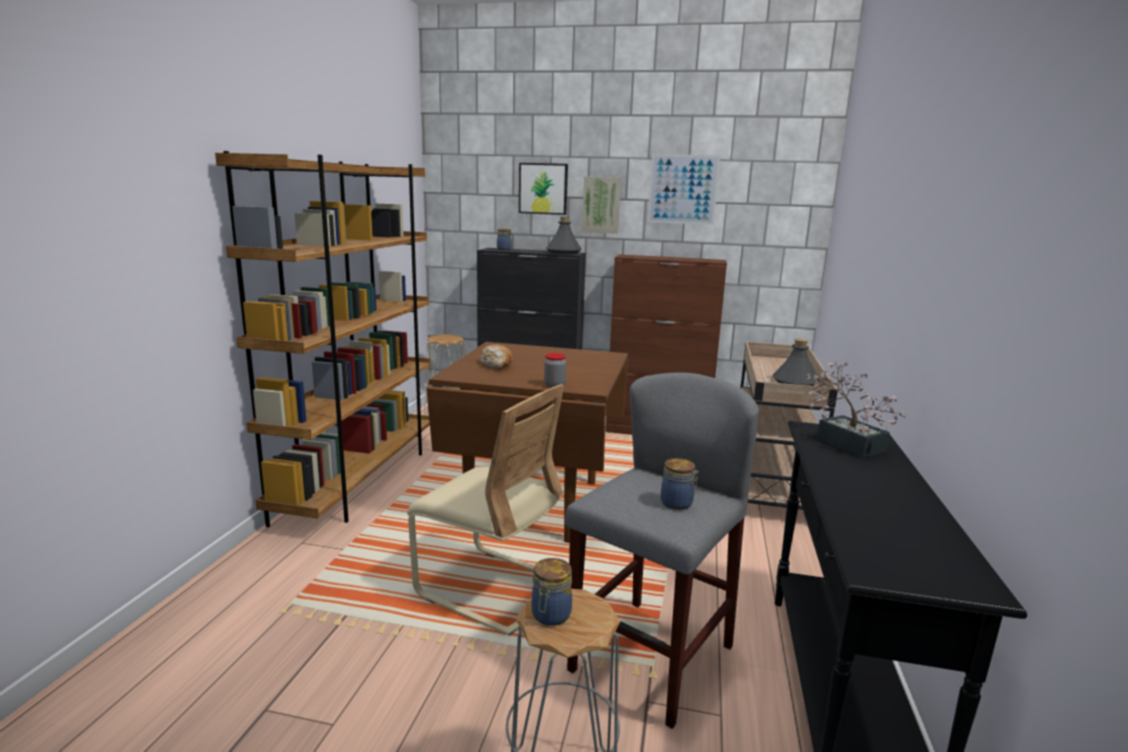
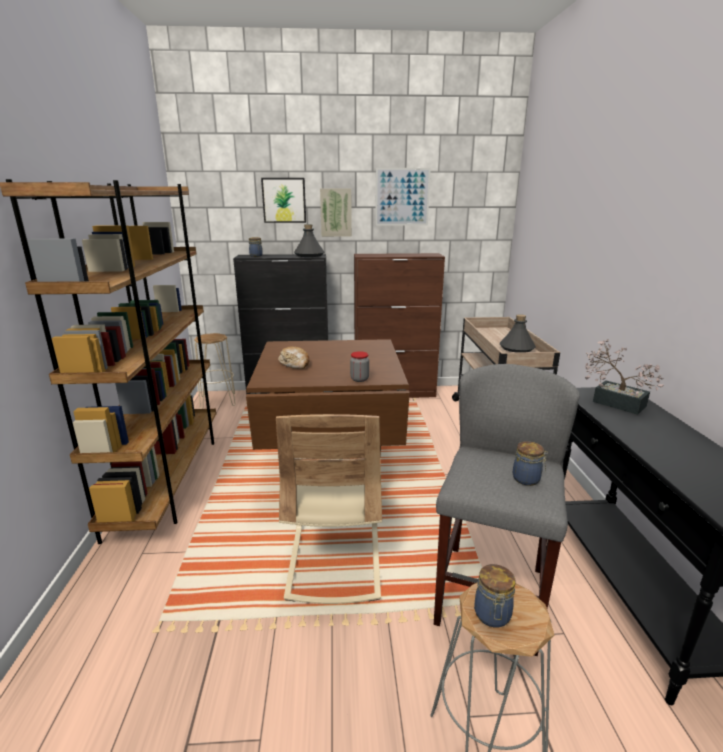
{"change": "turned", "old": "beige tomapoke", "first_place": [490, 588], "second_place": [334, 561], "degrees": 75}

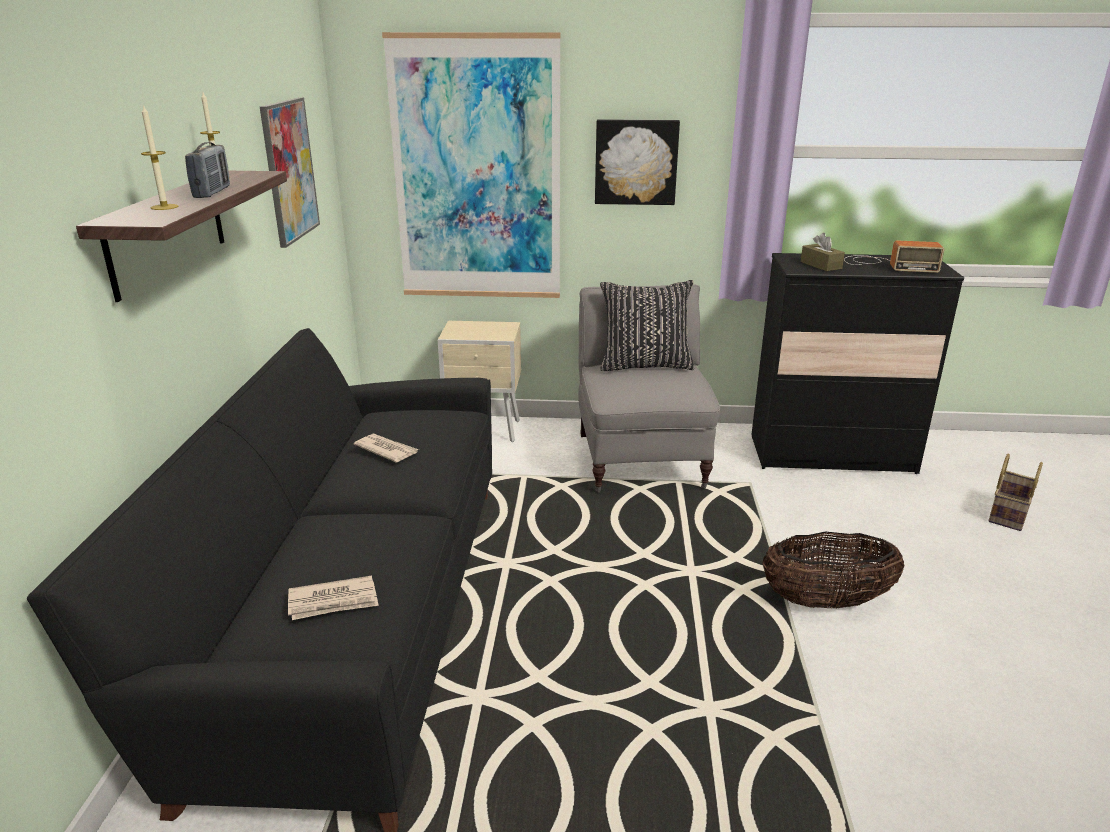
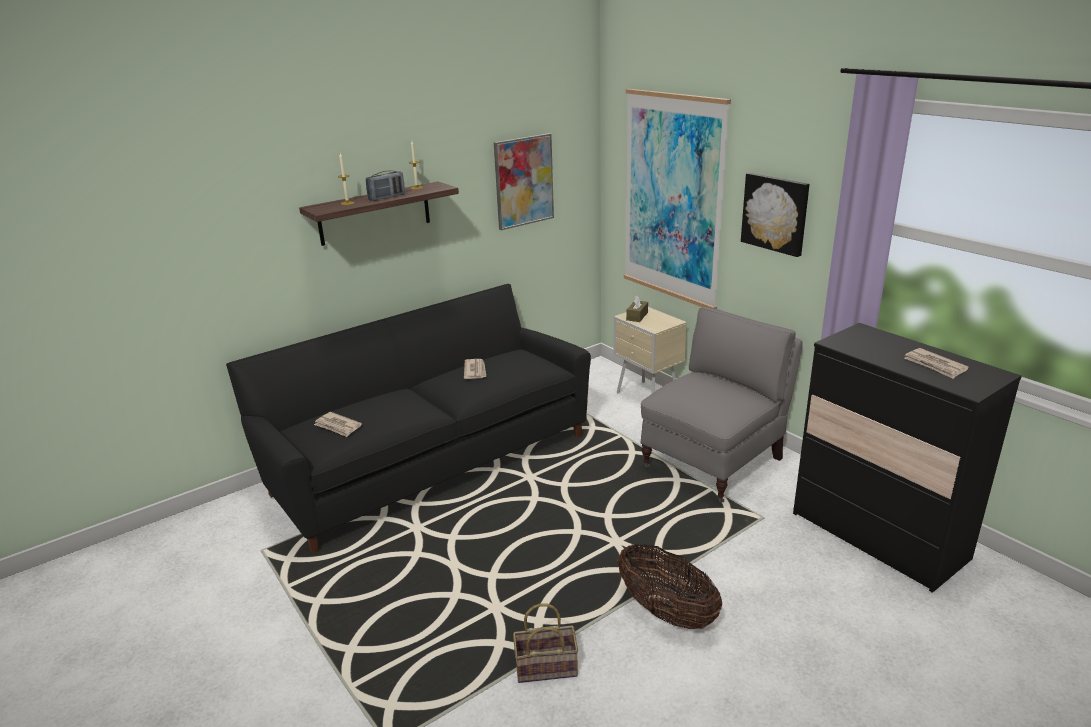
{"change": "removed", "old": "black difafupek", "first_place": [645, 365]}
{"change": "moved", "old": "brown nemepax", "first_place": [821, 265], "second_place": [637, 316]}
{"change": "moved", "old": "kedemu", "first_place": [1007, 513], "second_place": [547, 666]}
{"change": "replaced", "old": "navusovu", "new": "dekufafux", "first_place": [886, 264], "second_place": [935, 365]}

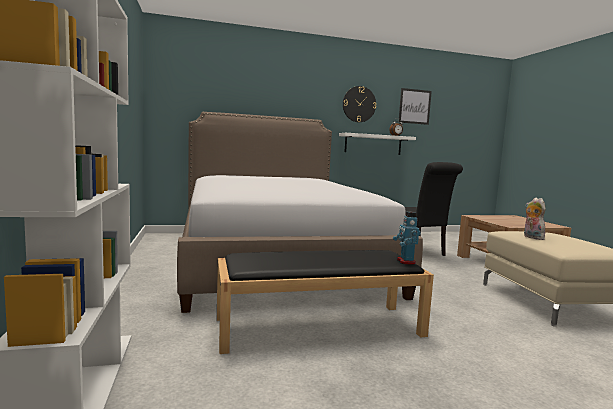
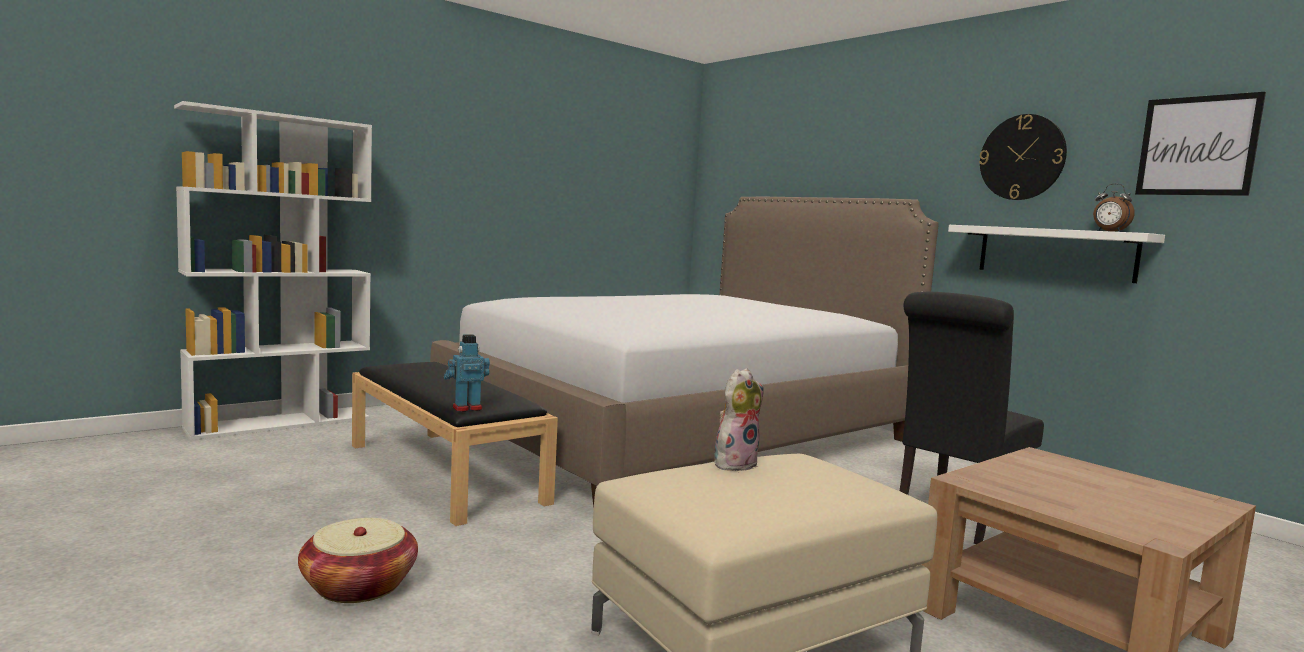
{"change": "added", "new": "kedemu", "second_place": [359, 586]}

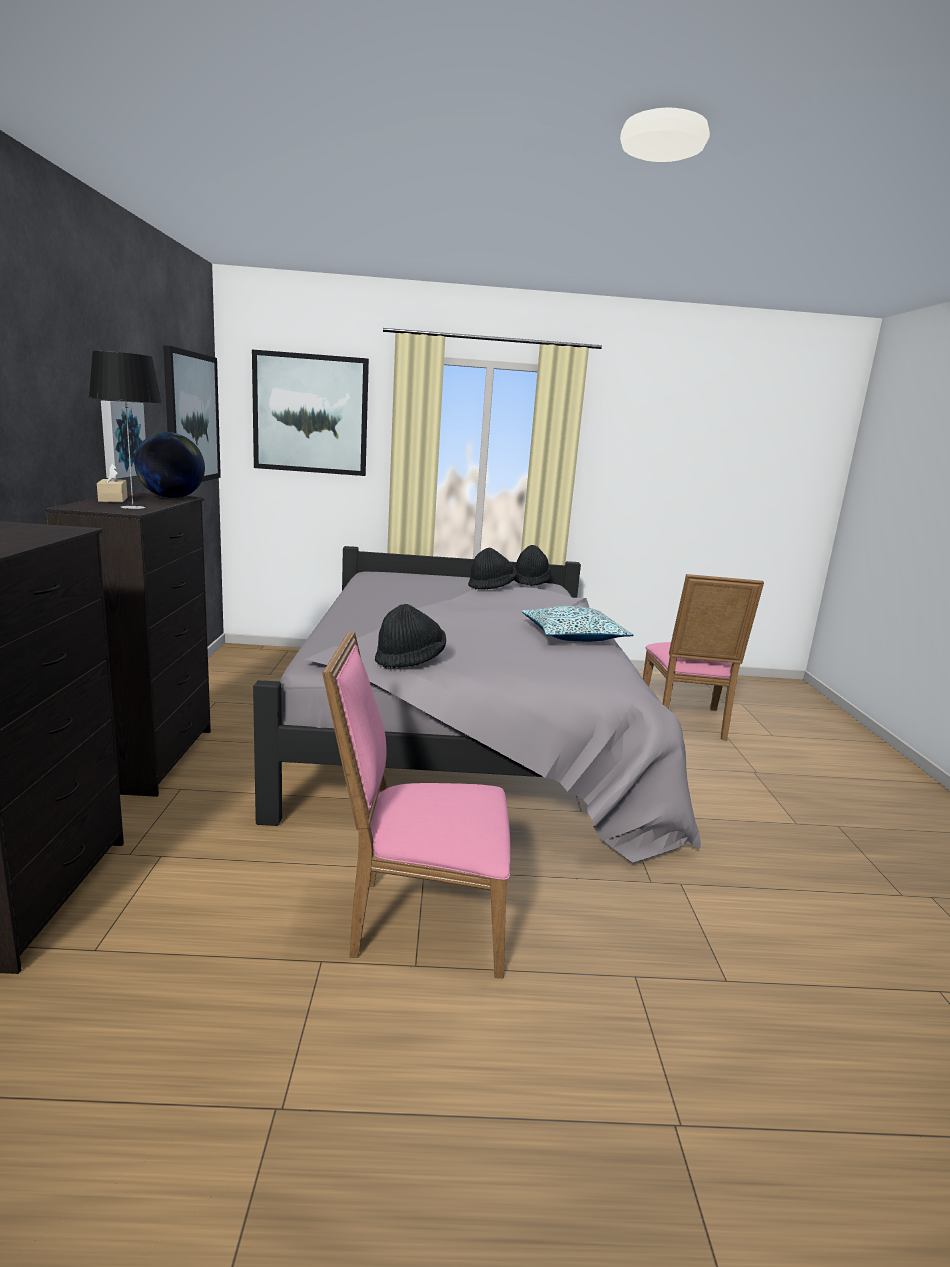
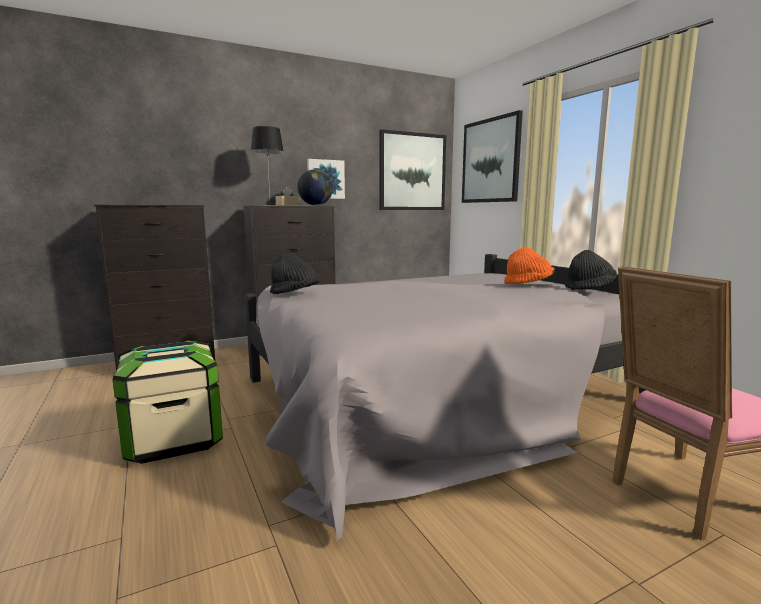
{"change": "removed", "old": "difafupek", "first_place": [573, 636]}
{"change": "replaced", "old": "pink tomapoke", "new": "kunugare", "first_place": [419, 920], "second_place": [174, 439]}
{"change": "recoloured", "old": "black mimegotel", "new": "orange mimegotel", "first_place": [491, 586], "second_place": [528, 284]}

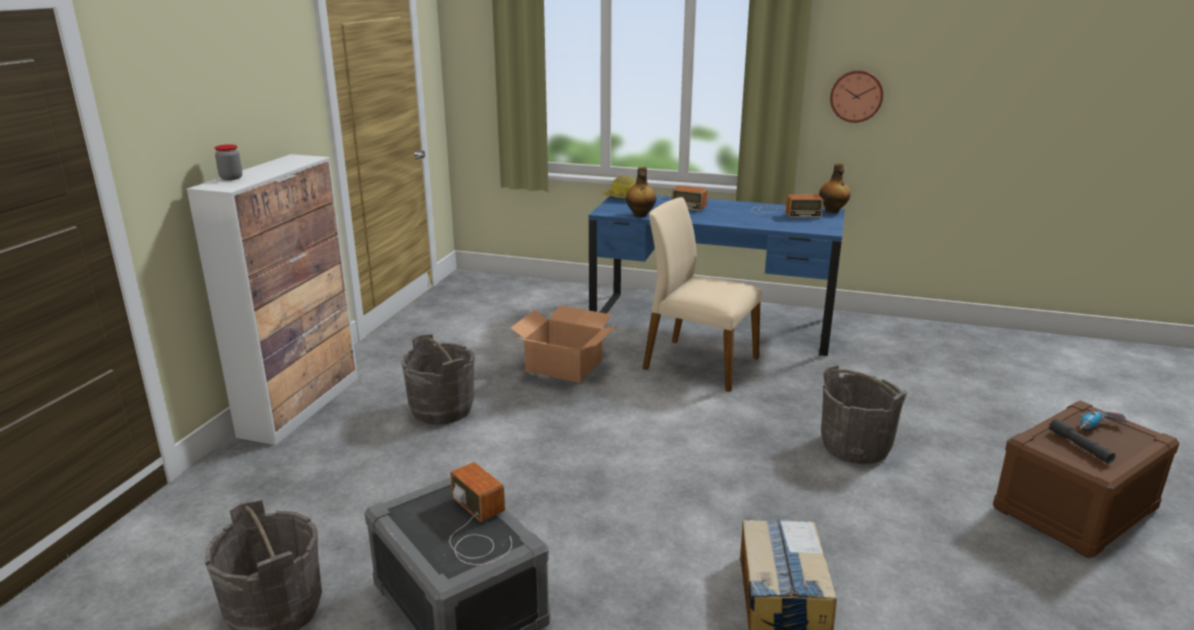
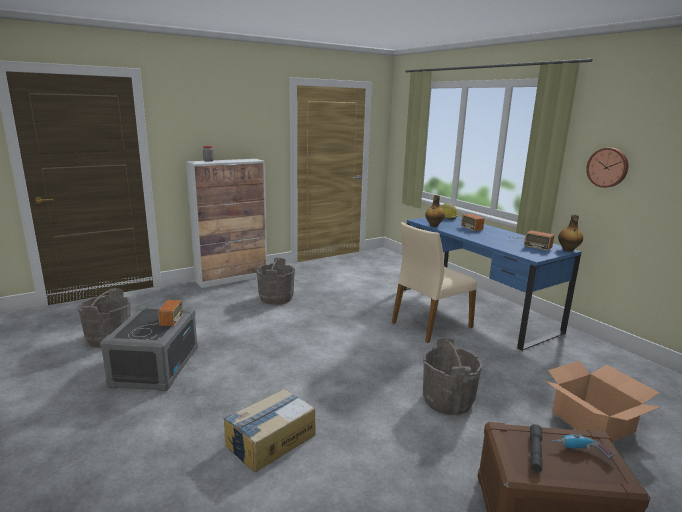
{"change": "moved", "old": "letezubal", "first_place": [564, 365], "second_place": [592, 421]}
{"change": "turned", "old": "beige tomapoke", "first_place": [699, 363], "second_place": [430, 324], "degrees": -105}

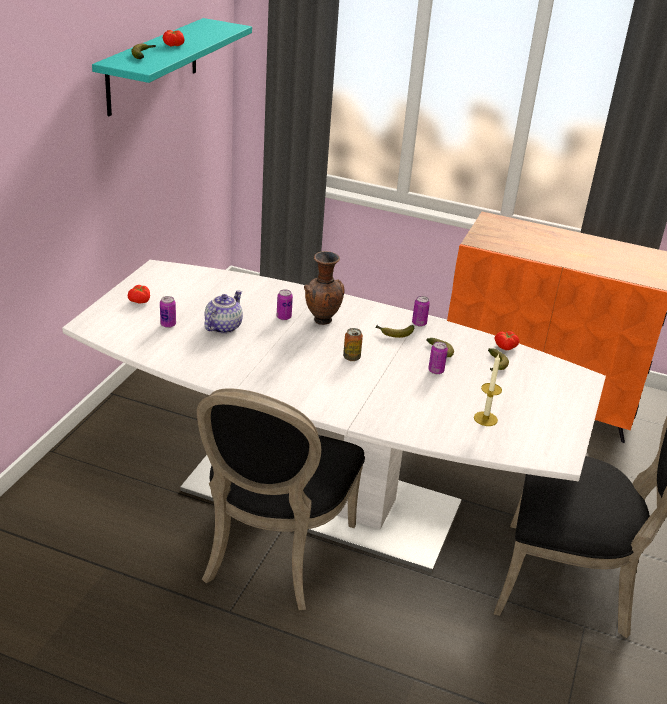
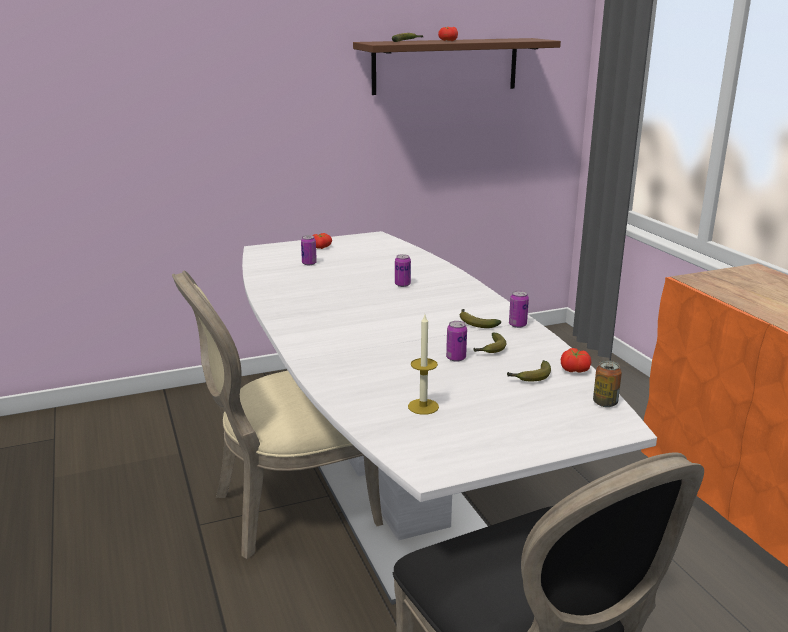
{"change": "removed", "old": "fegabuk", "first_place": [222, 326]}
{"change": "removed", "old": "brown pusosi", "first_place": [322, 321]}
{"change": "moved", "old": "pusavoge", "first_place": [351, 357], "second_place": [605, 403]}
{"change": "recoloured", "old": "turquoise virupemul", "new": "brown virupemul", "first_place": [153, 66], "second_place": [445, 66]}
{"change": "recoloured", "old": "black tomapoke", "new": "beige tomapoke", "first_place": [272, 556], "second_place": [287, 509]}

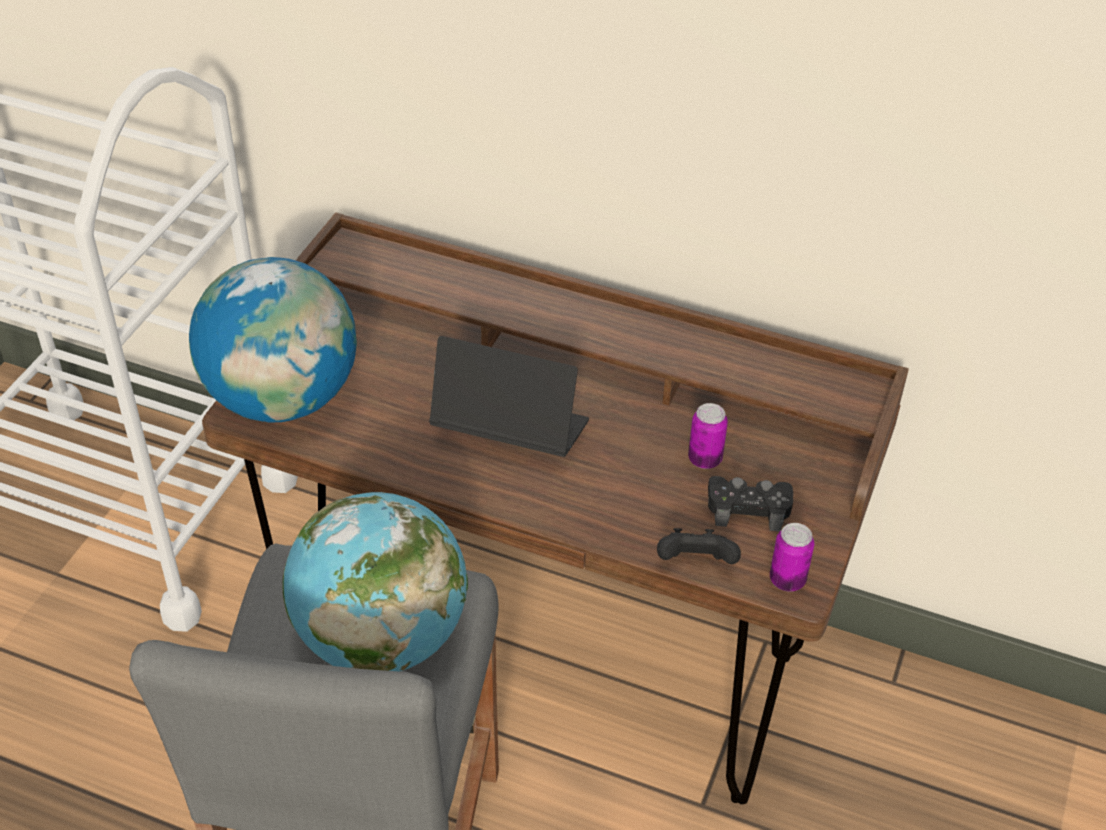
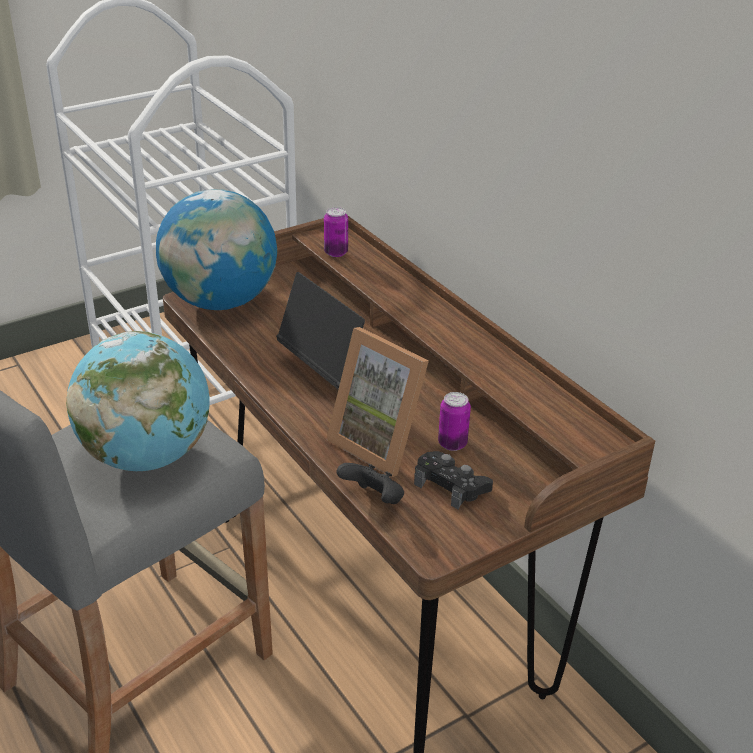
{"change": "added", "new": "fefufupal", "second_place": [381, 443]}
{"change": "moved", "old": "pusavoge", "first_place": [787, 580], "second_place": [336, 252]}

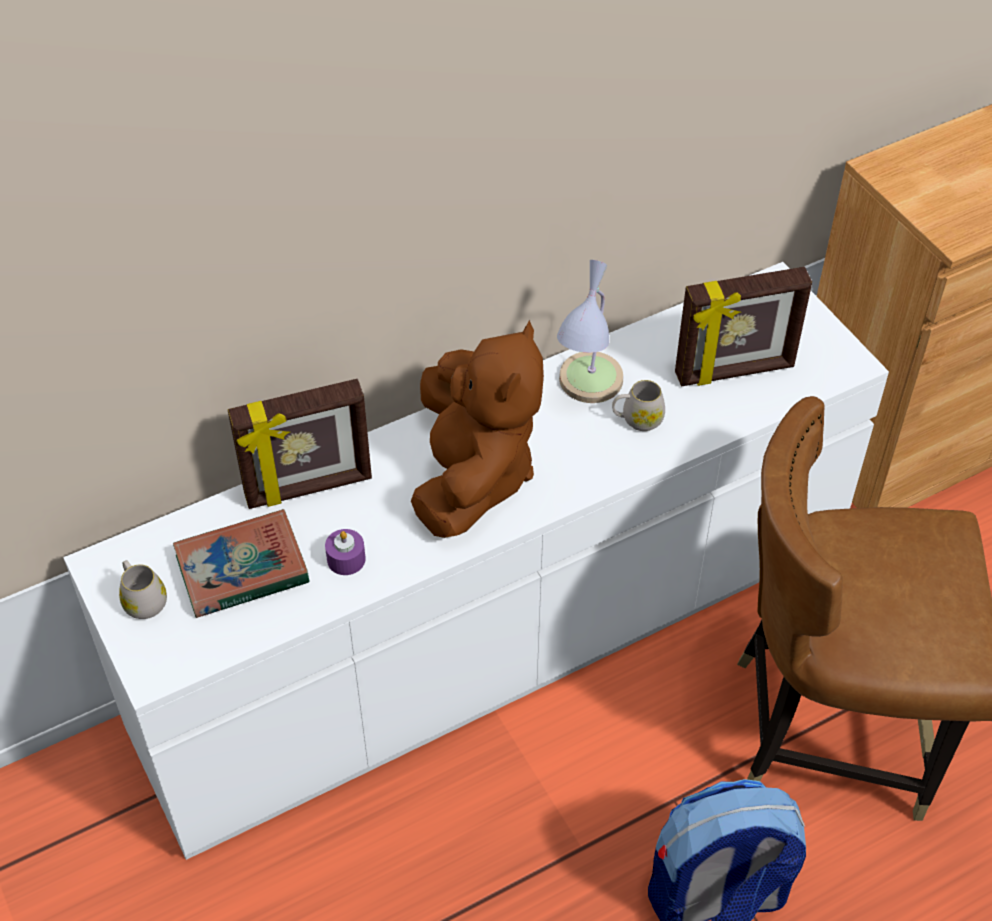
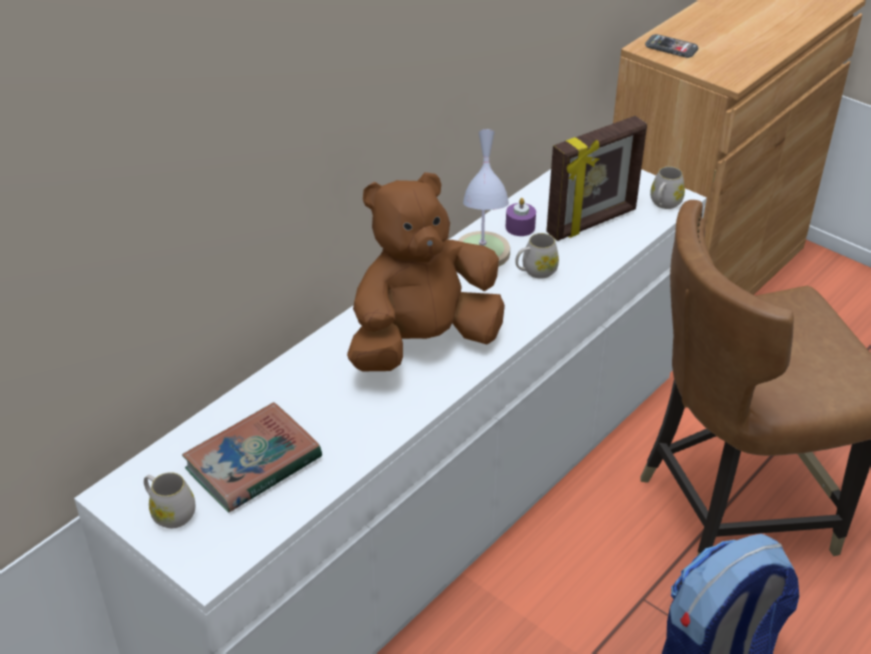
{"change": "removed", "old": "fefufupal", "first_place": [308, 488]}
{"change": "added", "new": "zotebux", "second_place": [671, 48]}
{"change": "added", "new": "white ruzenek", "second_place": [664, 204]}
{"change": "moved", "old": "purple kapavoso", "first_place": [346, 559], "second_place": [520, 227]}
{"change": "turned", "old": "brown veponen", "first_place": [472, 476], "second_place": [422, 342], "degrees": -105}

